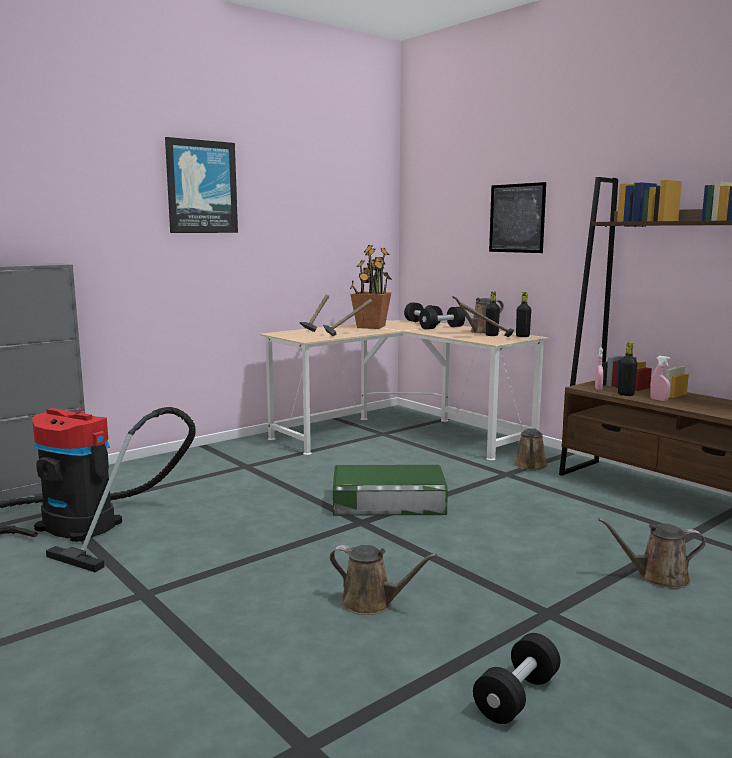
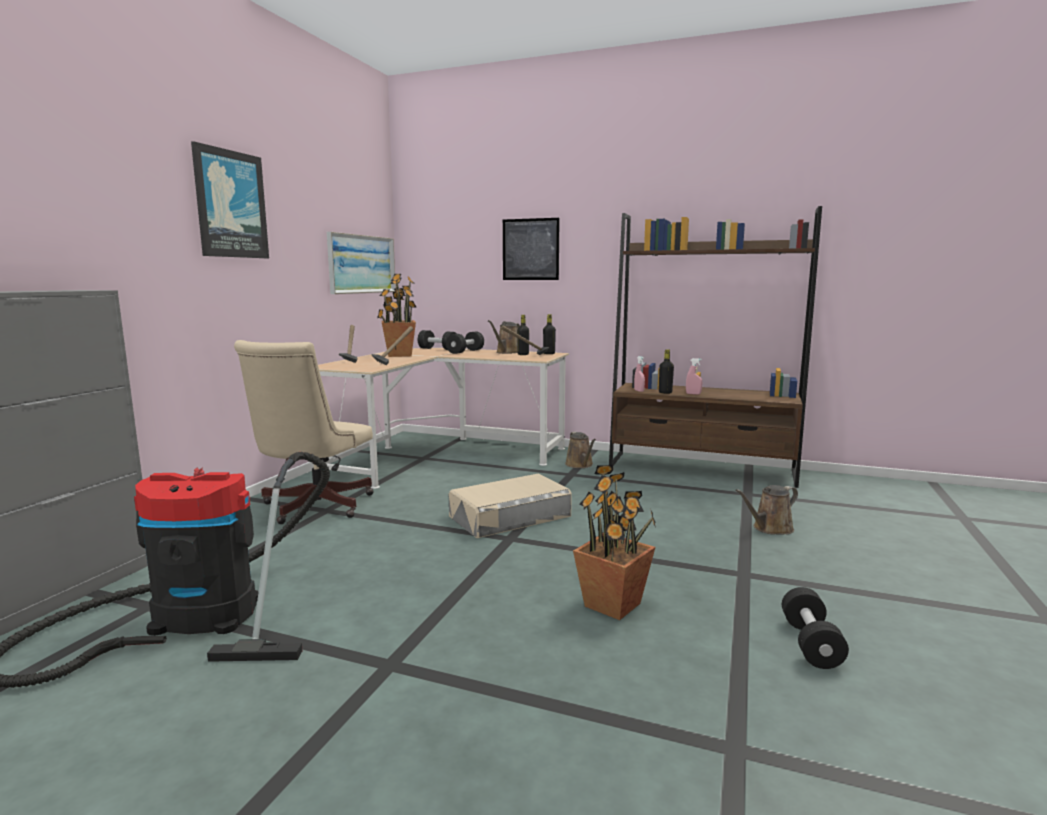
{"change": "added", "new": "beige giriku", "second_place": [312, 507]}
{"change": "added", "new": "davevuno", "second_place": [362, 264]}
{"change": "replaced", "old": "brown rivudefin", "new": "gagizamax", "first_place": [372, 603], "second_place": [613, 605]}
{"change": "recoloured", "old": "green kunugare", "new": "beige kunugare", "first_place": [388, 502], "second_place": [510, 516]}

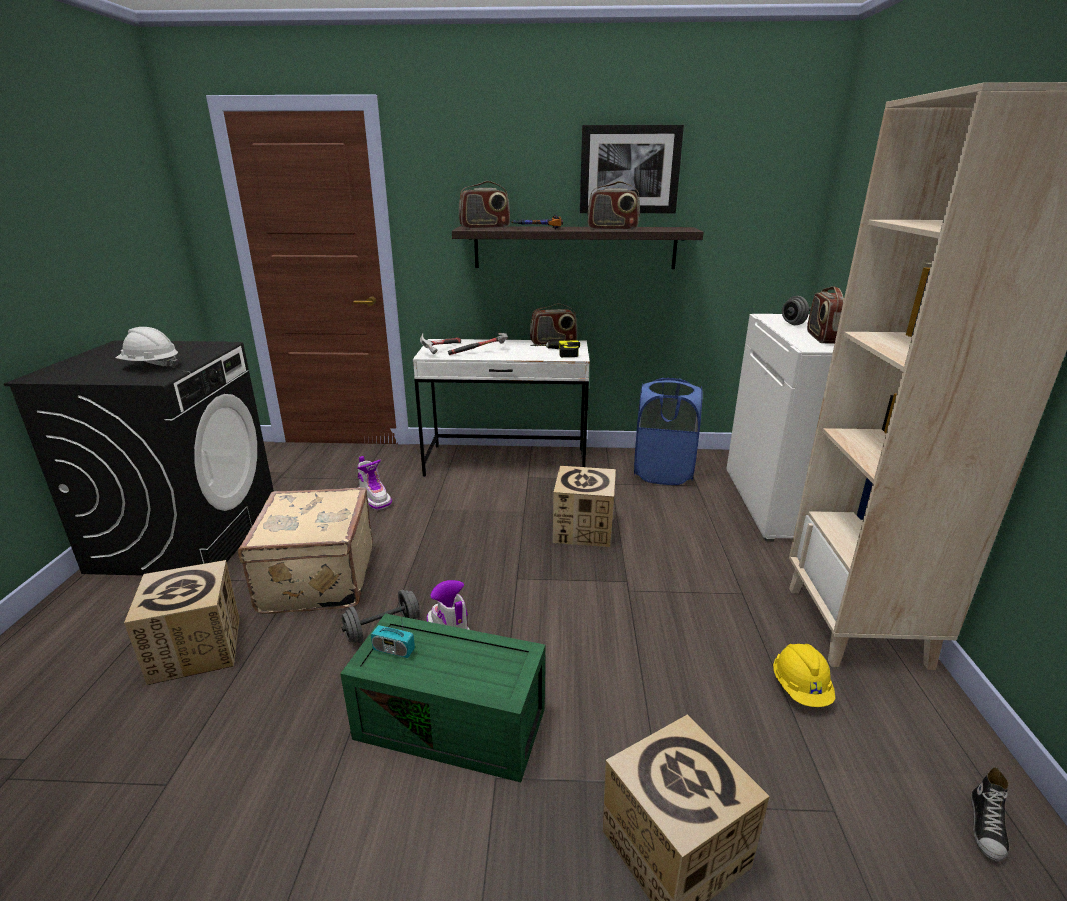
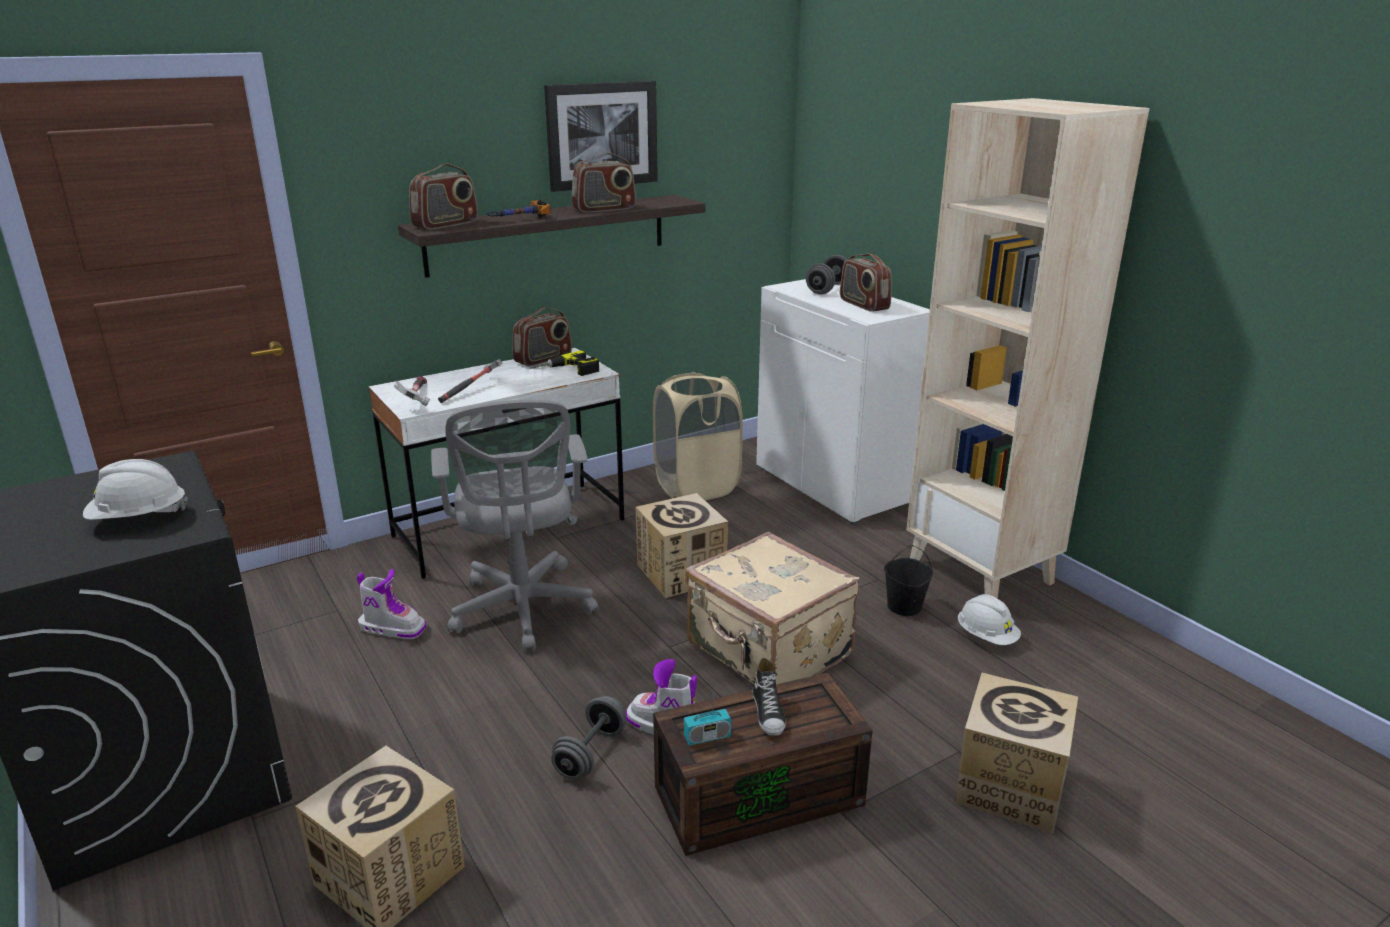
{"change": "added", "new": "grey giriku", "second_place": [522, 611]}
{"change": "added", "new": "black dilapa", "second_place": [904, 607]}
{"change": "moved", "old": "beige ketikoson", "first_place": [316, 579], "second_place": [768, 651]}
{"change": "moved", "old": "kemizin", "first_place": [987, 827], "second_place": [769, 713]}
{"change": "recoloured", "old": "green kunugare", "new": "brown kunugare", "first_place": [454, 722], "second_place": [760, 793]}
{"change": "recoloured", "old": "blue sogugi", "new": "beige sogugi", "first_place": [663, 472], "second_place": [697, 486]}
{"change": "recoloured", "old": "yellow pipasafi", "new": "white pipasafi", "first_place": [800, 689], "second_place": [986, 636]}

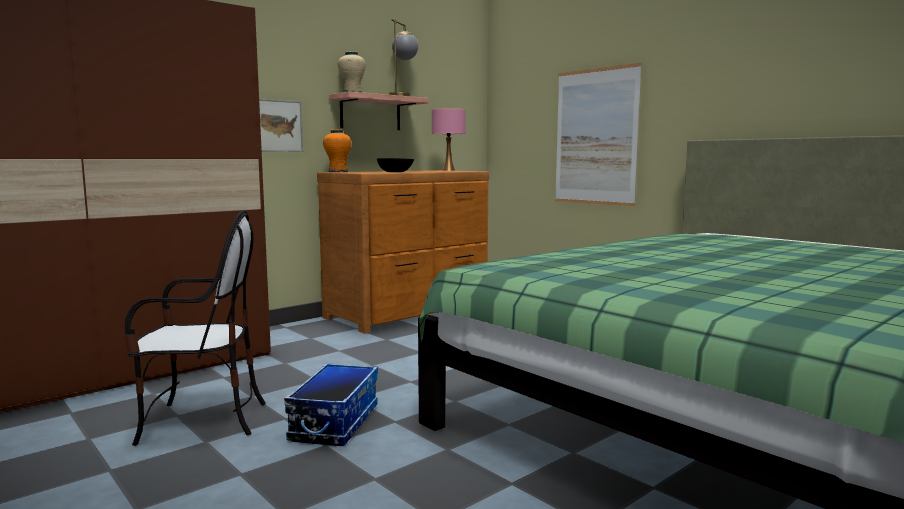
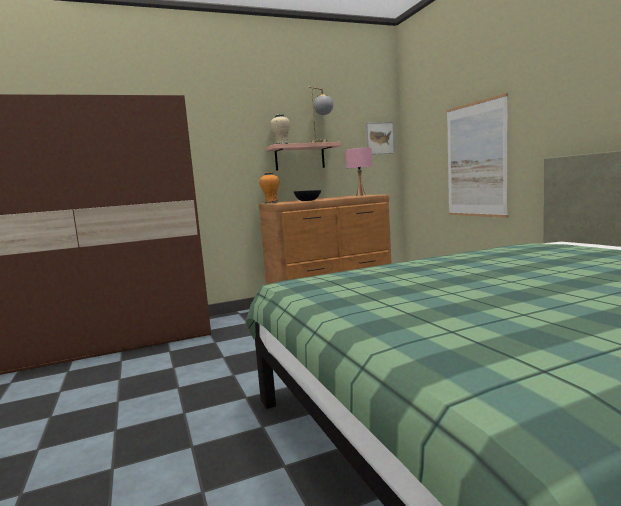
{"change": "removed", "old": "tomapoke", "first_place": [202, 421]}
{"change": "removed", "old": "kunugare", "first_place": [334, 422]}
{"change": "moved", "old": "davevuno", "first_place": [278, 126], "second_place": [380, 138]}

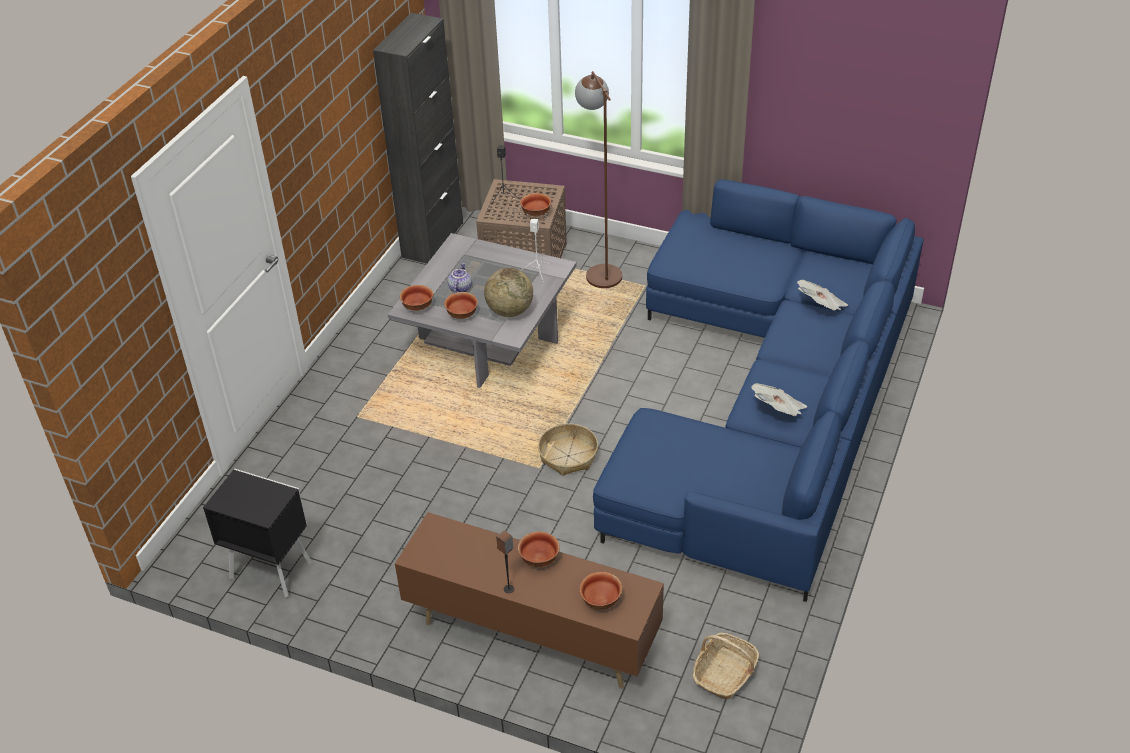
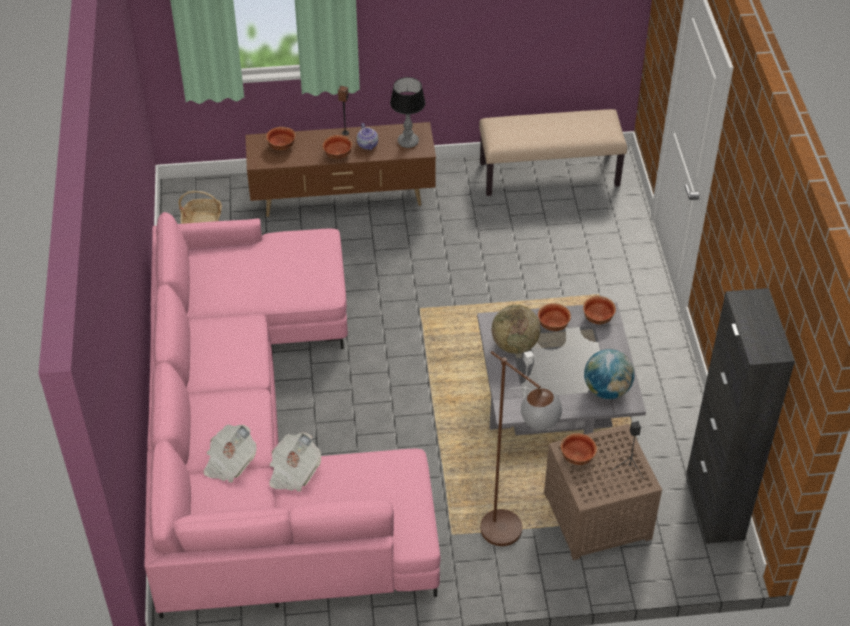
{"change": "removed", "old": "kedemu", "first_place": [568, 456]}
{"change": "added", "new": "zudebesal", "second_place": [407, 142]}
{"change": "added", "new": "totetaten", "second_place": [607, 390]}
{"change": "moved", "old": "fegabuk", "first_place": [459, 288], "second_place": [368, 145]}
{"change": "moved", "old": "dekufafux", "first_place": [778, 410], "second_place": [293, 472]}
{"change": "replaced", "old": "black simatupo", "new": "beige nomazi", "first_place": [270, 569], "second_place": [549, 174]}
{"change": "recoloured", "old": "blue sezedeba", "new": "pink sezedeba", "first_place": [767, 403], "second_place": [261, 441]}

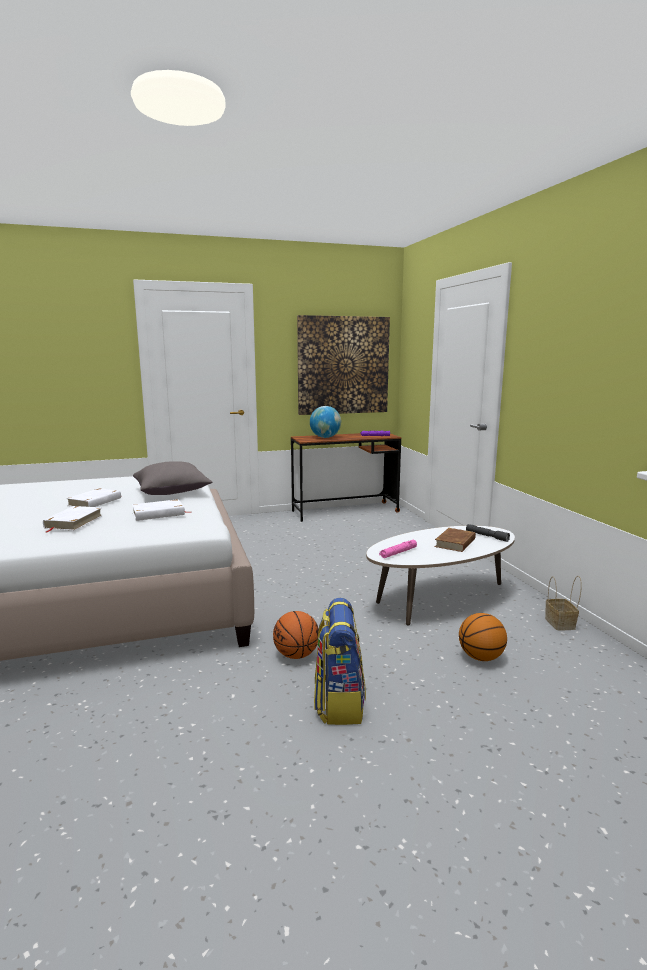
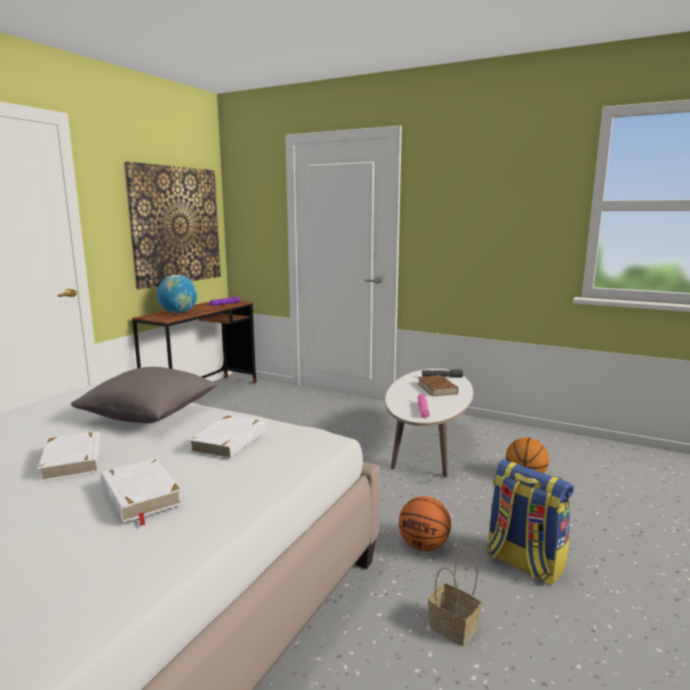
{"change": "moved", "old": "kedemu", "first_place": [561, 624], "second_place": [454, 627]}

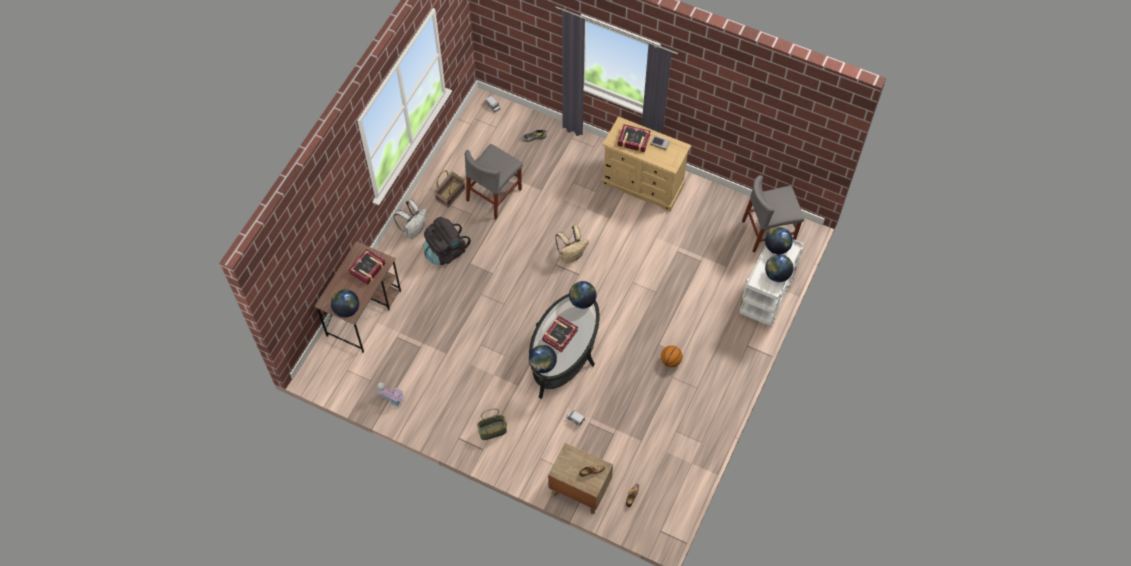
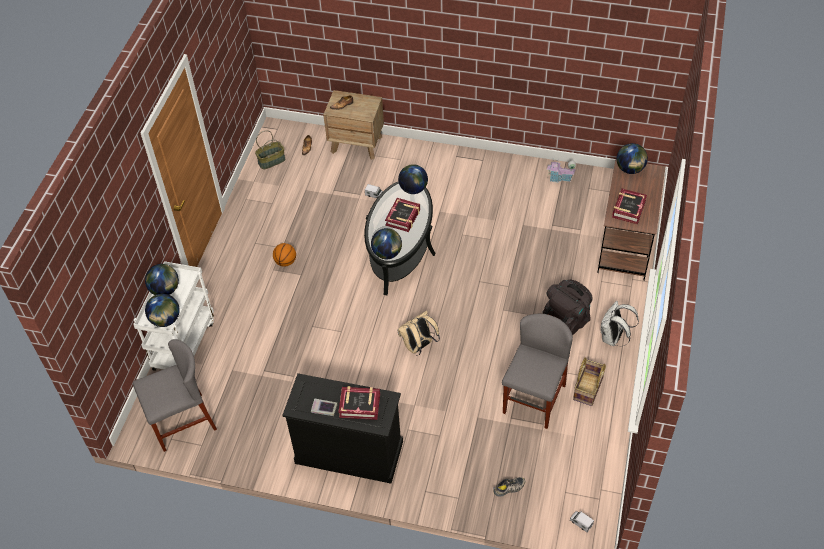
{"change": "moved", "old": "kedemu", "first_place": [492, 431], "second_place": [271, 161]}
{"change": "recoloured", "old": "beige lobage", "new": "black lobage", "first_place": [643, 184], "second_place": [349, 452]}

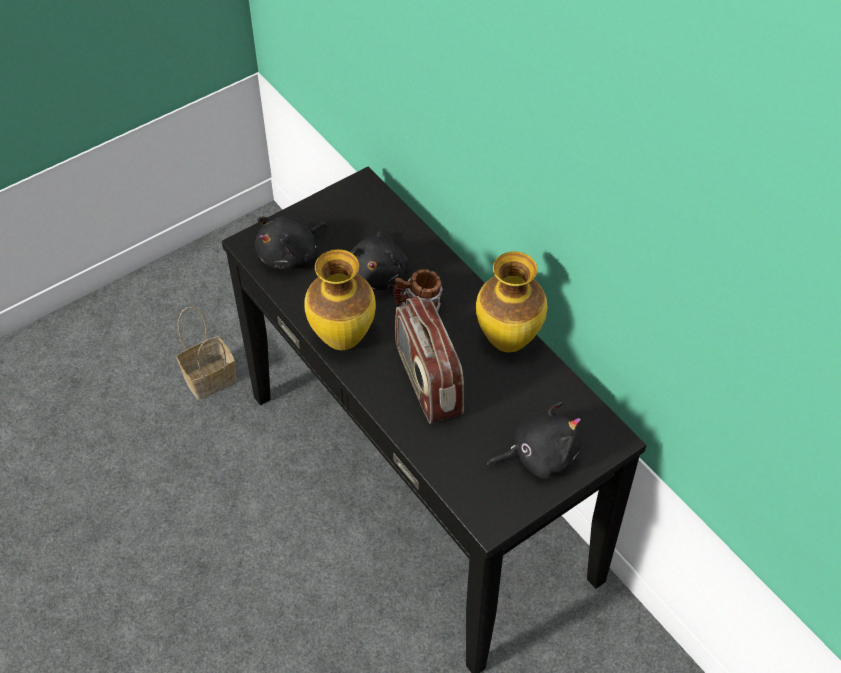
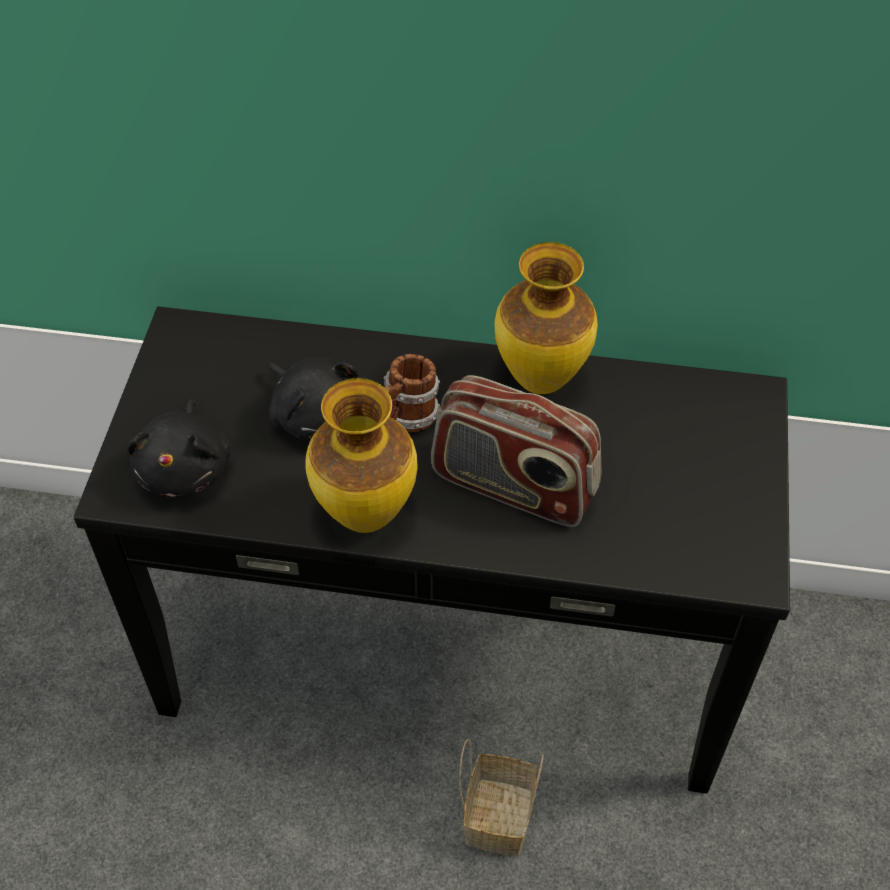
{"change": "removed", "old": "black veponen", "first_place": [539, 455]}
{"change": "moved", "old": "kedemu", "first_place": [211, 377], "second_place": [497, 814]}

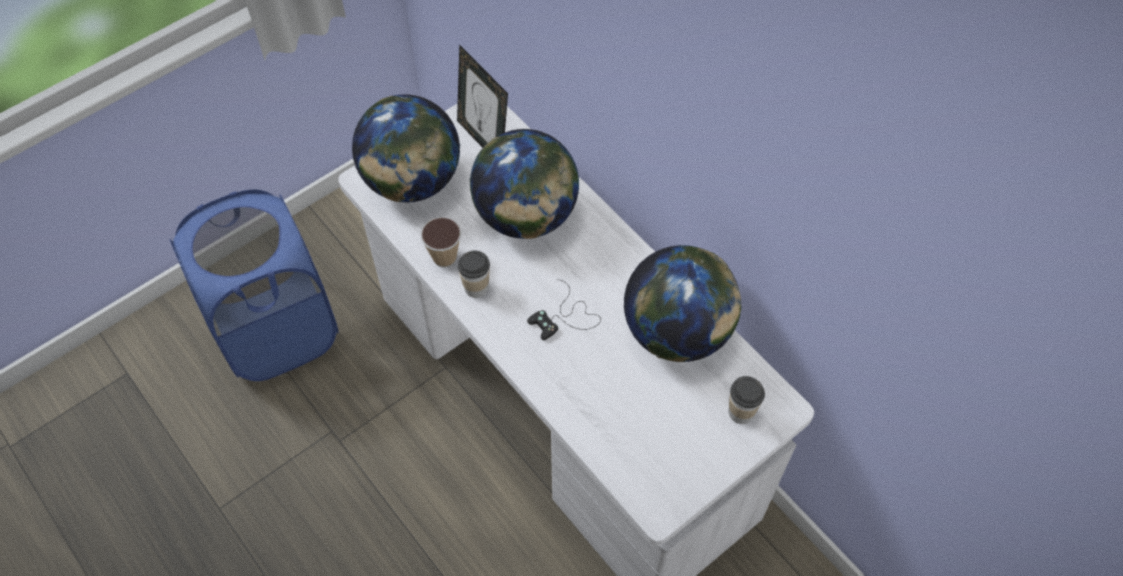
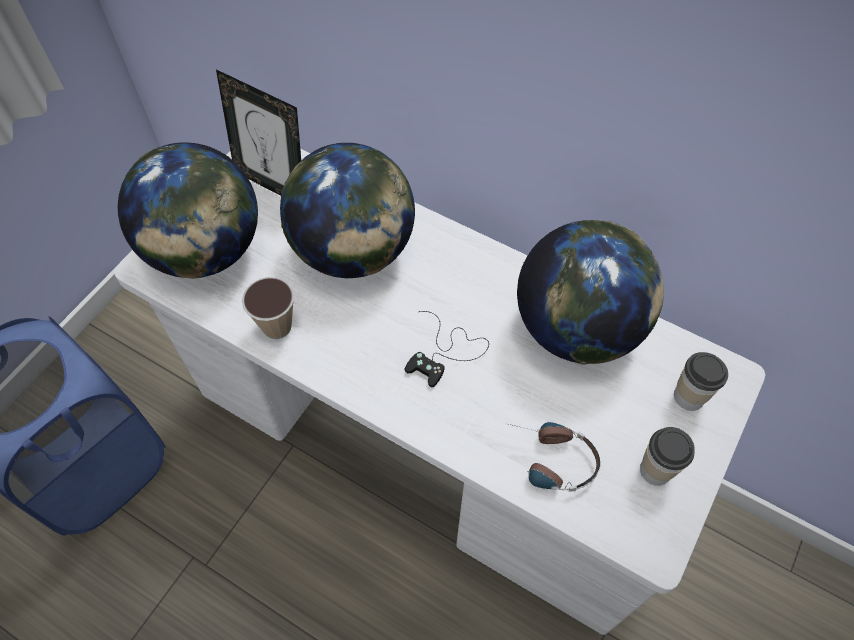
{"change": "added", "new": "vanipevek", "second_place": [547, 460]}
{"change": "moved", "old": "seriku", "first_place": [476, 287], "second_place": [655, 470]}

